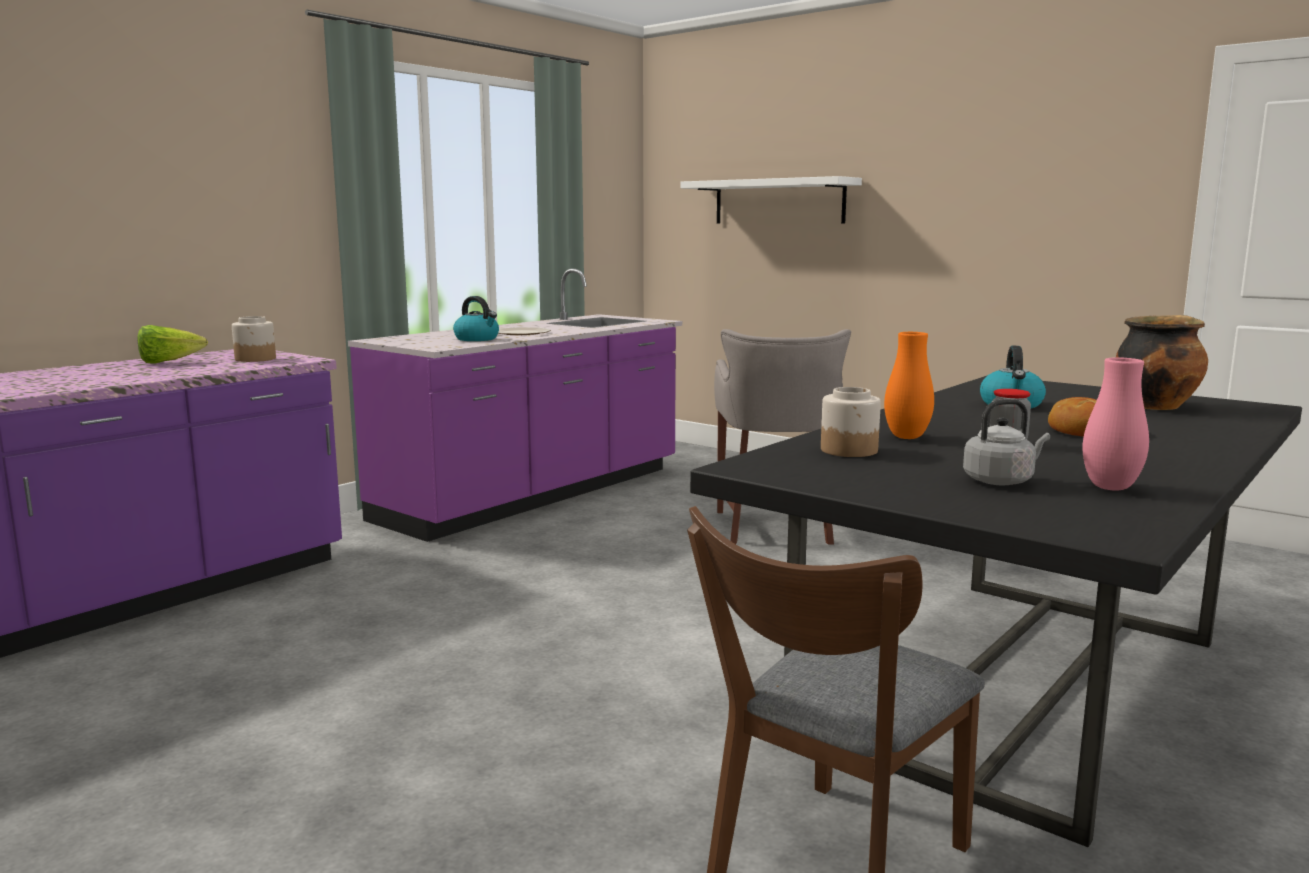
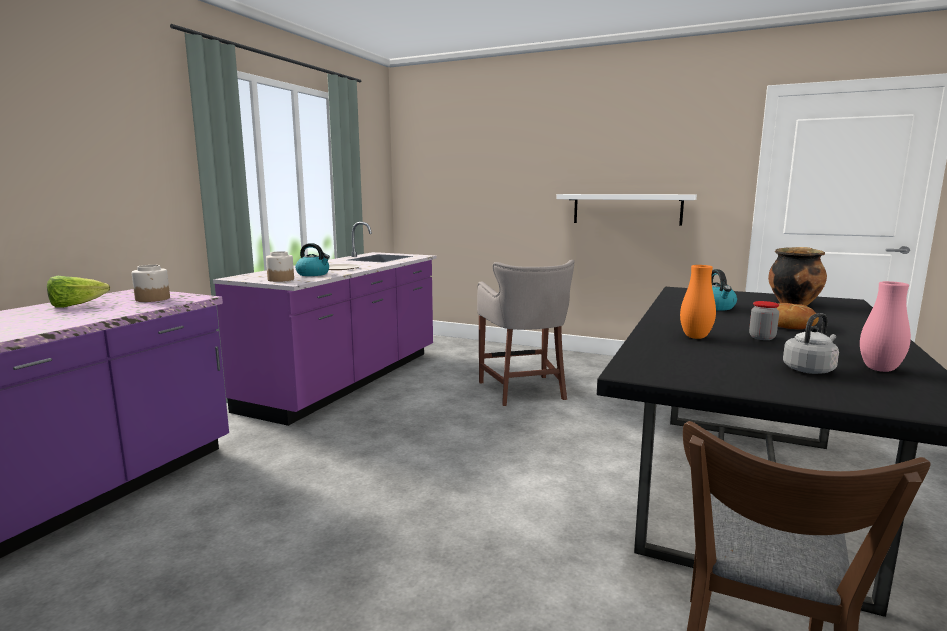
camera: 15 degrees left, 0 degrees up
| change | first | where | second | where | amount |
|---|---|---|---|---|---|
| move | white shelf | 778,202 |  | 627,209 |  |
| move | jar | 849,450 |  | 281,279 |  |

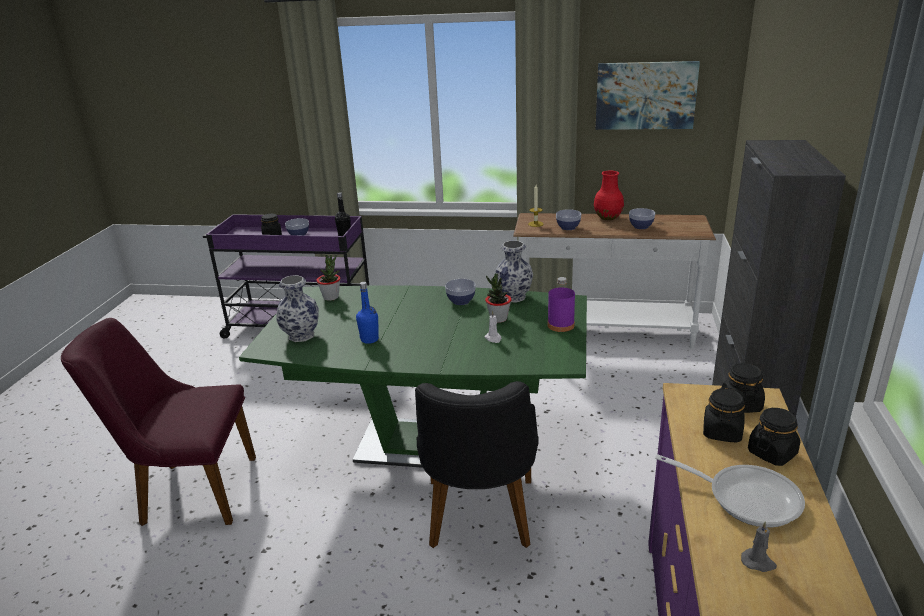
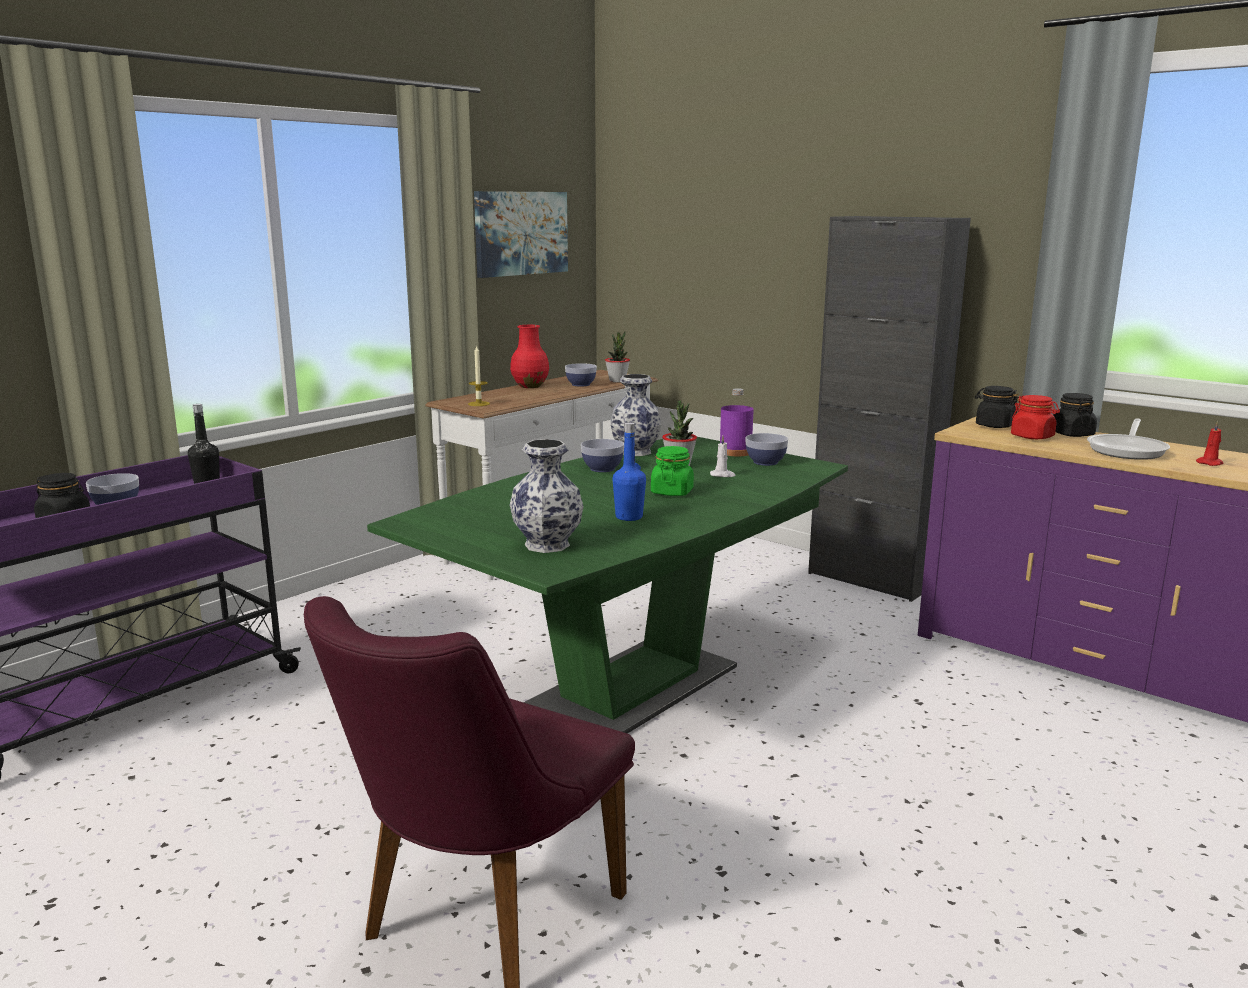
camera: 60 degrees left, 10 degrees down
| change | first | where | second | where | amount |
|---|---|---|---|---|---|
| move | potted plant | 331,297 |  | 617,381 |  |
| delete | black chair | 479,520 |  |  |  |
| move | bowl | 568,227 |  | 765,462 |  |
| rotate | frying pan | 745,497 |  | 1128,450 | 150 degrees clockwise |
| recolor | black jar | 722,432 | red jar | 1032,437 |  |
| recolor | grey candle | 758,562 | red candle | 1210,463 |  |
| insert |  |  | green jar | 672,492 |  |

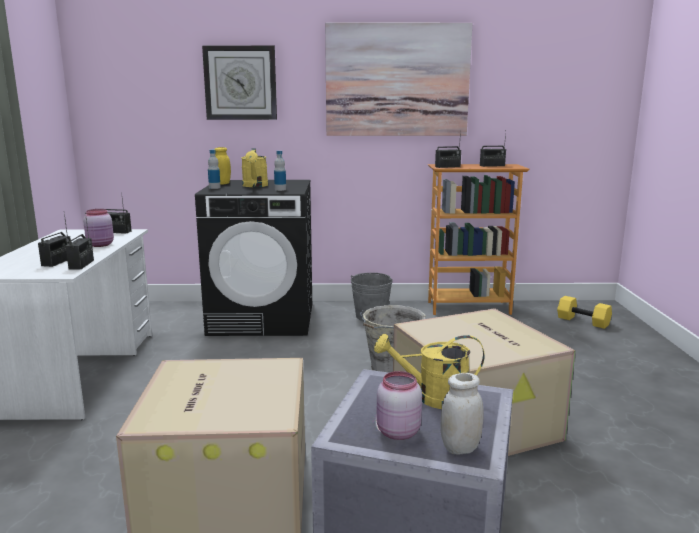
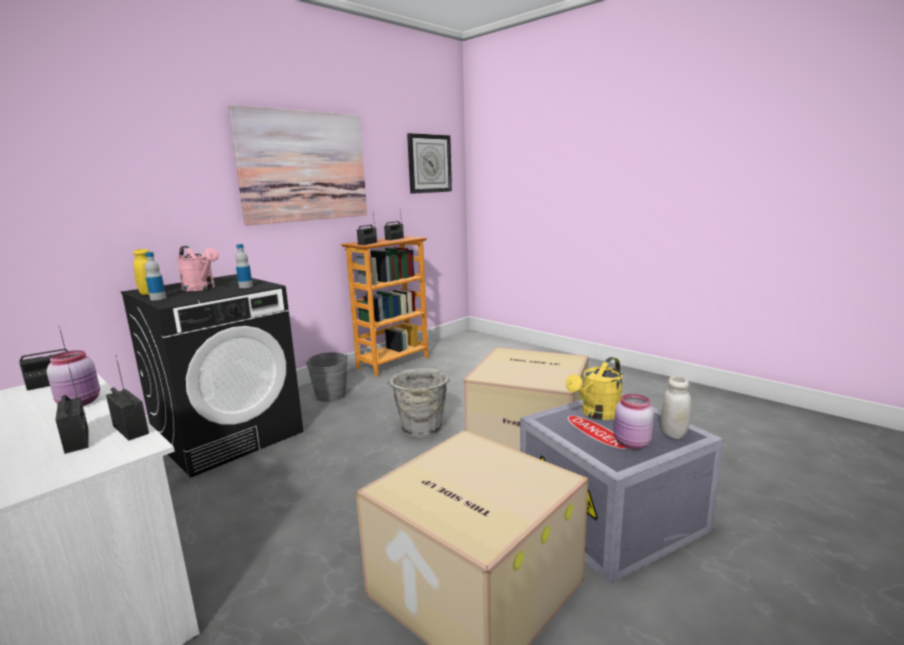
camera: 45 degrees left, 0 degrees up
| change | first | where | second | where | amount |
|---|---|---|---|---|---|
| move | wall clock | 240,83 |  | 429,164 |  |
| recolor | yellow watering can | 255,186 | pink watering can | 202,288 |  |
| delete | yellow dumbbell | 583,321 |  |  |  |

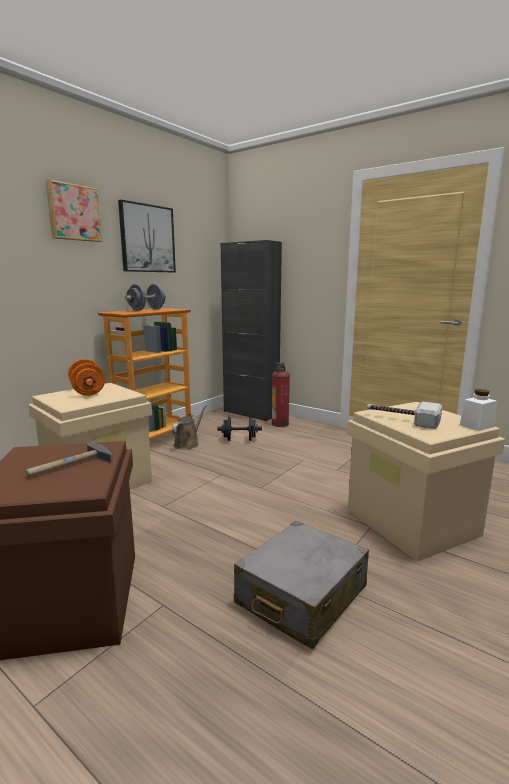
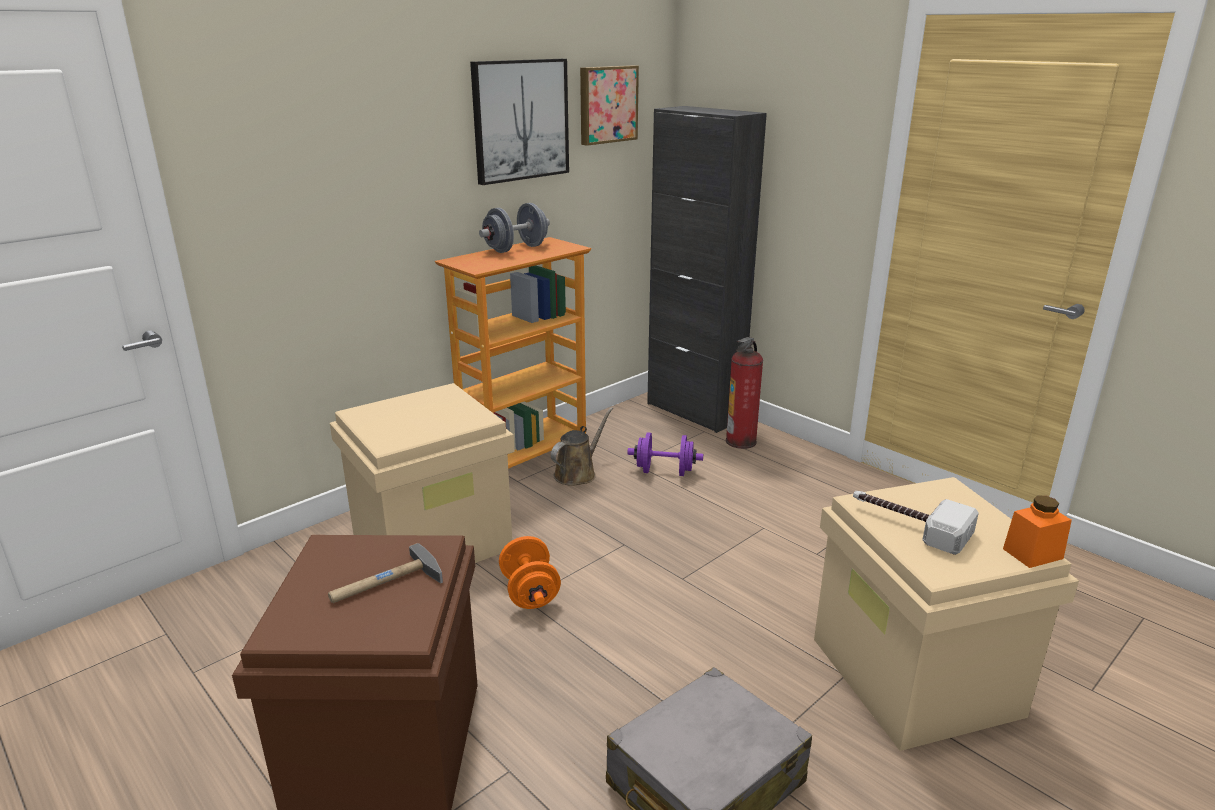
camera: 10 degrees right, 10 degrees up
| change | first | where | second | where | amount |
|---|---|---|---|---|---|
| move | picture | 73,213 |  | 607,104 |  |
| move | orange dumbbell | 87,392 |  | 530,593 |  |
| recolor | black dumbbell | 239,439 | purple dumbbell | 664,472 |  |
| recolor | white jar | 477,425 | orange jar | 1032,553 |  |

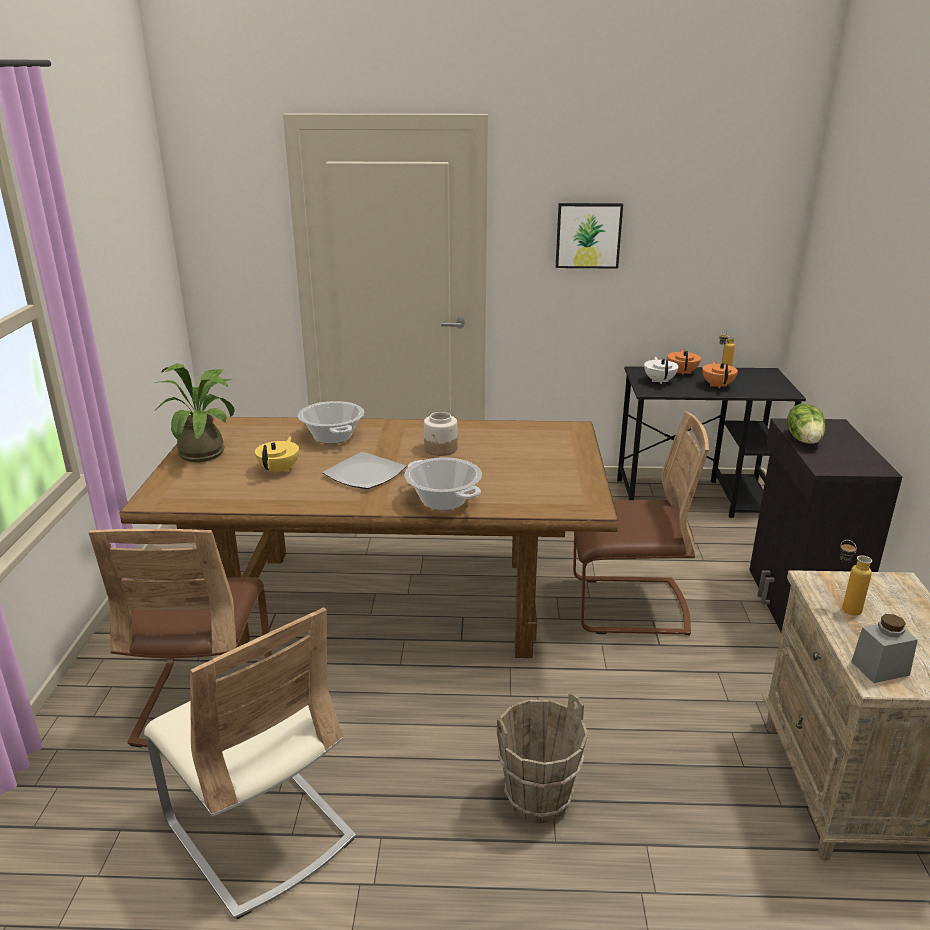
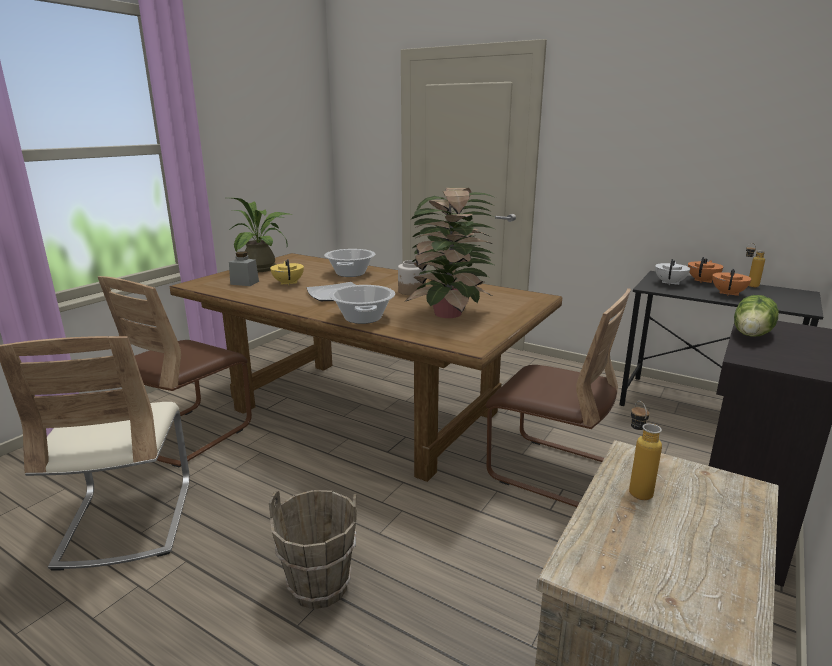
camera: 30 degrees right, 5 degrees down
| change | first | where | second | where | amount |
|---|---|---|---|---|---|
| rotate | yellow teapot | 280,470 |  | 288,283 | 60 degrees counterclockwise |
| delete | picture | 588,235 |  |  |  |
| move | grey jar | 880,668 |  | 244,283 |  |
| insert |  |  | potted plant | 449,315 |  |

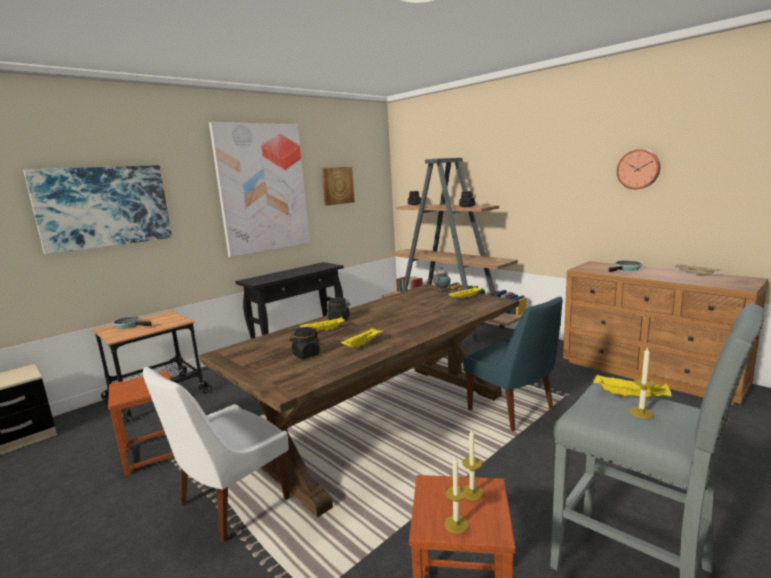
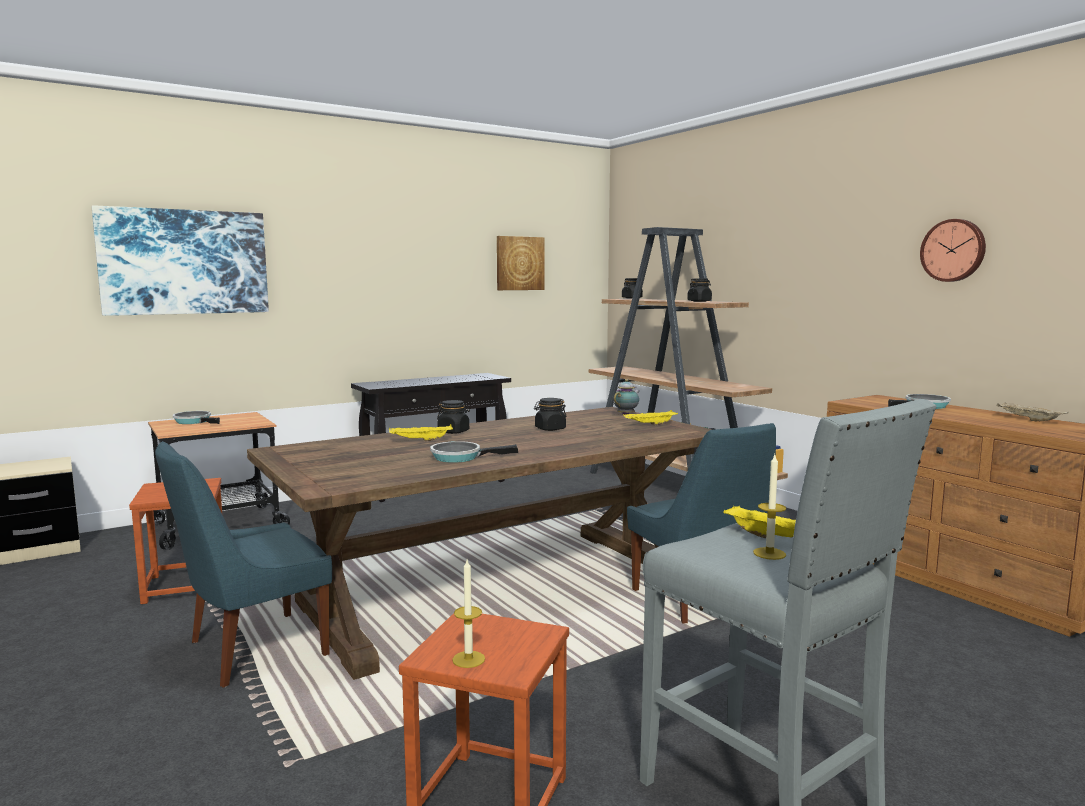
camera: 10 degrees right, 5 degrees down
| change | first | where | second | where | amount |
|---|---|---|---|---|---|
| recolor | white chair | 230,503 | blue chair | 252,650 |  |
| delete | picture | 263,188 |  |  |  |
| move | black jar | 306,355 |  | 550,429 |  |
| replace | yellow tray | 363,344 | frying pan | 460,457 |  |
| delete | candle | 472,492 |  |  |  |

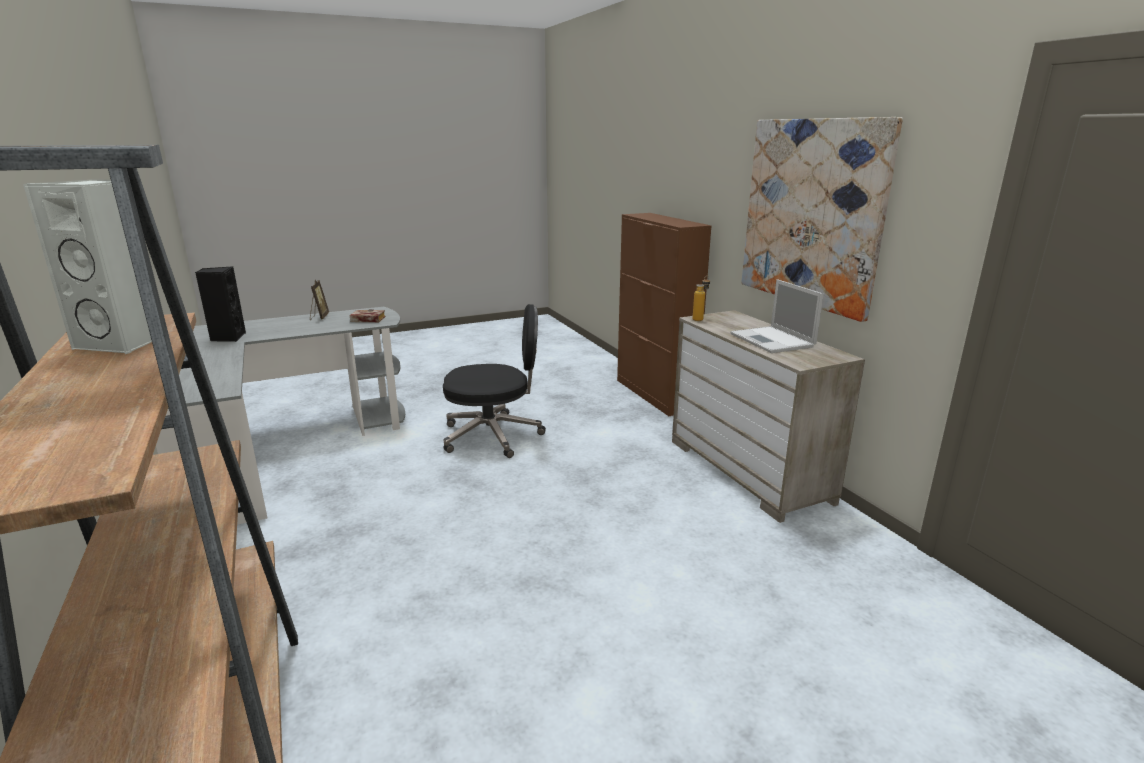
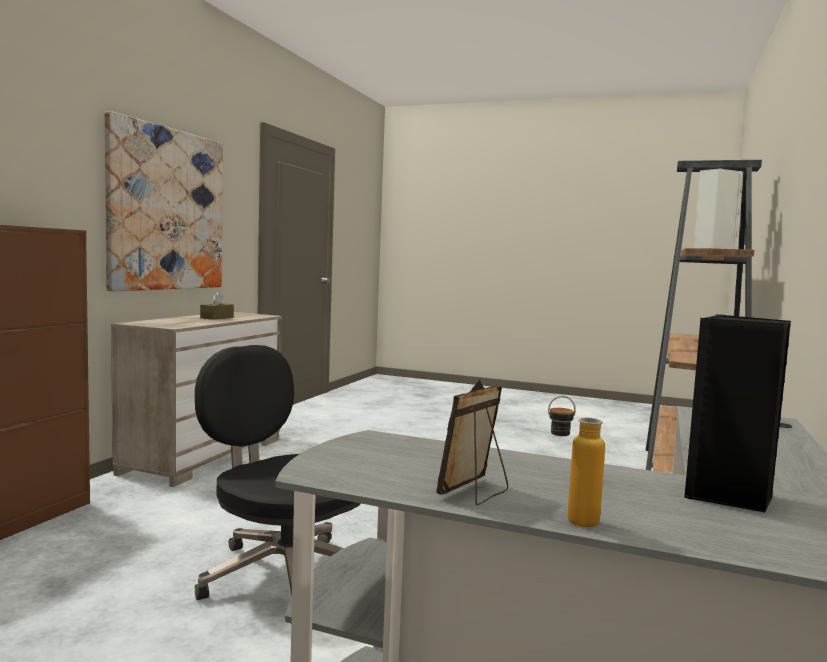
camera: 135 degrees left, 15 degrees down
| change | first | where | second | where | amount |
|---|---|---|---|---|---|
| delete | book | 366,320 |  |  |  |
| move | bottle | 700,319 |  | 569,521 |  |
| replace | laptop | 773,341 | brown tissue box | 217,317 |  |

